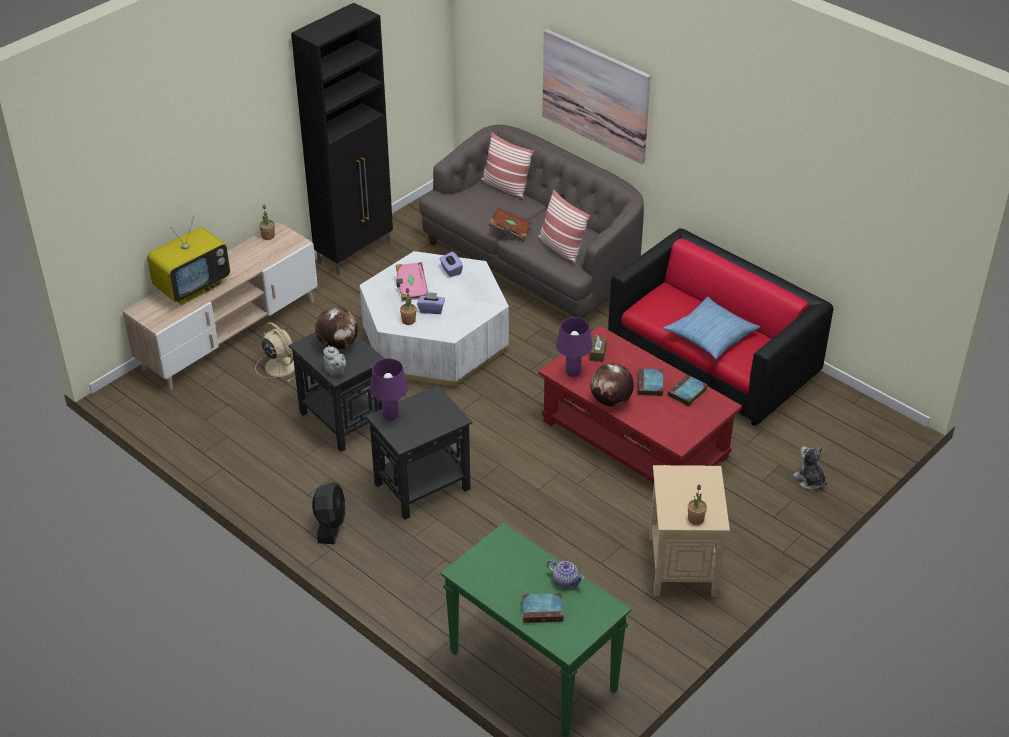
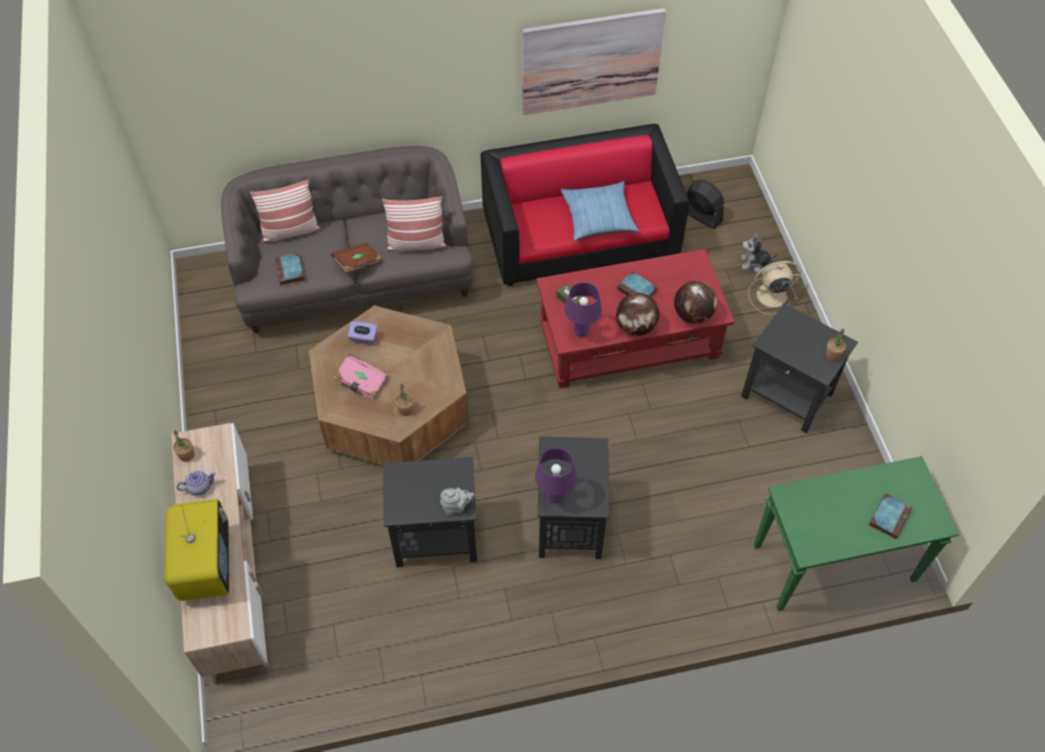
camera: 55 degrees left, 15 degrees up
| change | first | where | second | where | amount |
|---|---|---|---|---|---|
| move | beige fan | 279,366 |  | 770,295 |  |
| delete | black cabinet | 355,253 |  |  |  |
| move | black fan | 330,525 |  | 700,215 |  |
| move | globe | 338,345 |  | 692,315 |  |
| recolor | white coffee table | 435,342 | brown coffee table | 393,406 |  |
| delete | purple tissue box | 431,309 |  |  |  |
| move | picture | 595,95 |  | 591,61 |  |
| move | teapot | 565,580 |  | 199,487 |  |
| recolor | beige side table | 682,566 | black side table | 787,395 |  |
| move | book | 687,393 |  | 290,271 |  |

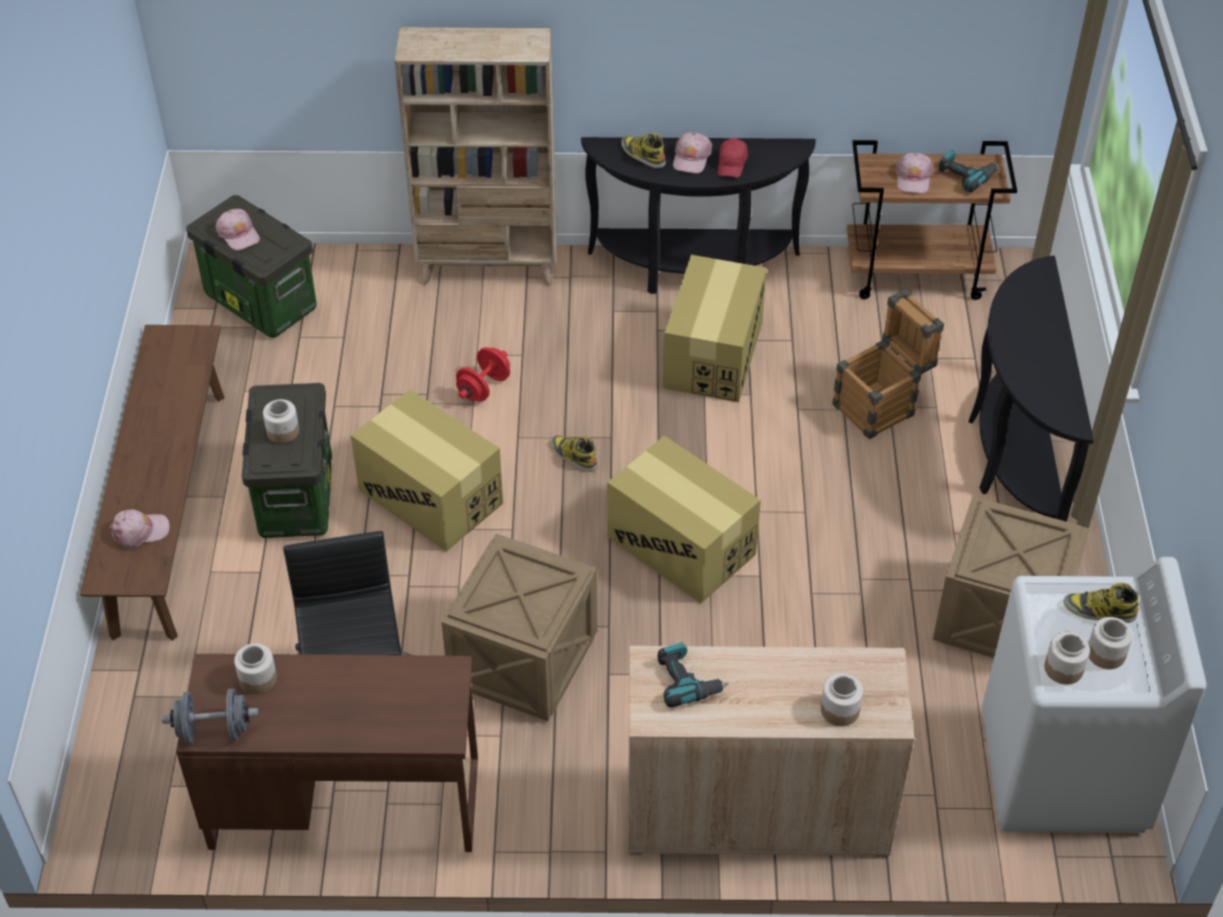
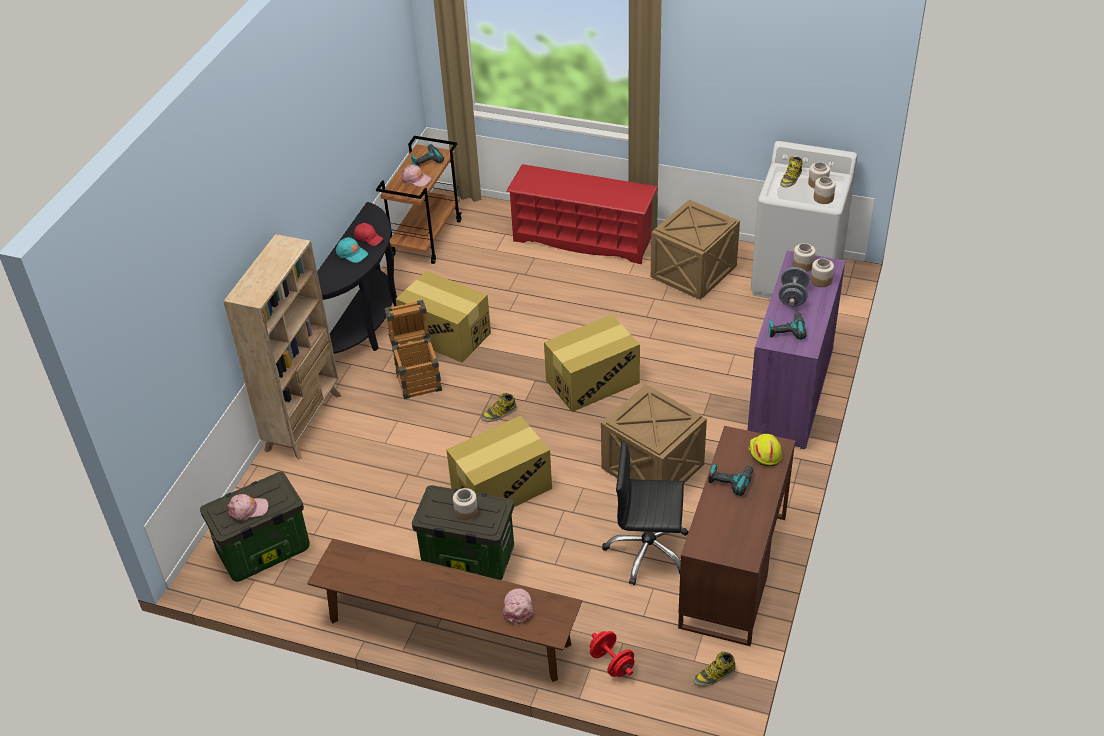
camera: 70 degrees left, 5 degrees down
| change | first | where | second | where | amount |
|---|---|---|---|---|---|
| move | grey dumbbell | 214,730 |  | 793,297 |  |
| move | jar | 258,678 |  | 802,265 |  |
| move | red dumbbell | 484,387 |  | 612,663 |  |
| move | boot | 642,155 |  | 714,675 |  |
| recolor | beige cabinet | 756,811 | purple cabinet | 790,393 |  |
| recolor | pink cap | 691,158 | turquoise cap | 351,253 |  |
| move | crate | 881,406 |  | 418,377 |  |
| replace | black console table | 1012,454 | red shoe rack | 583,239 |  |
| insert |  |  | power drill | 730,480 |  |
| insert |  |  | yellow hard hat | 764,453 |  |

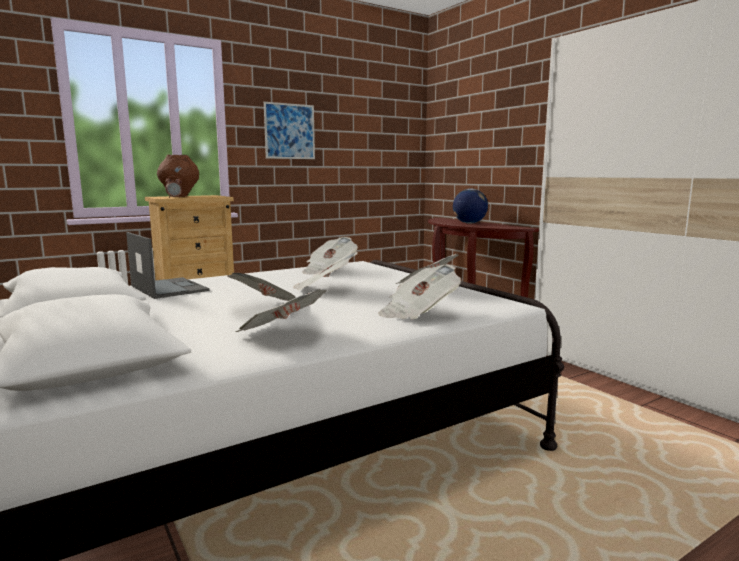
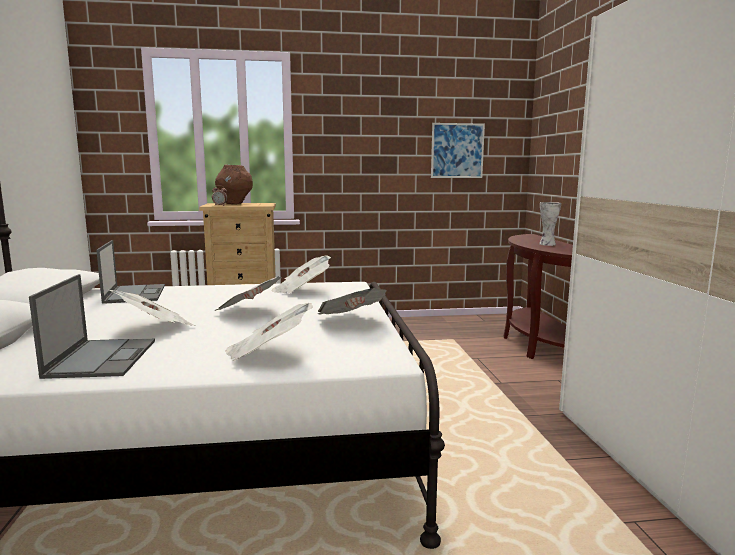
camera: 25 degrees right, 0 degrees up
| change | first | where | second | where | amount |
|---|---|---|---|---|---|
| replace | newspaper | 281,335 | laptop | 102,358 |  |
| move | picture | 289,131 |  | 457,150 |  |
| replace | globe | 469,223 | vase | 546,244 |  |

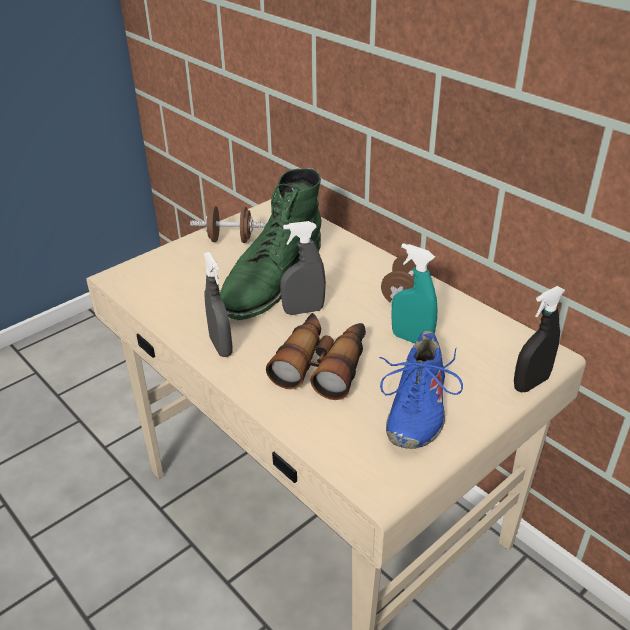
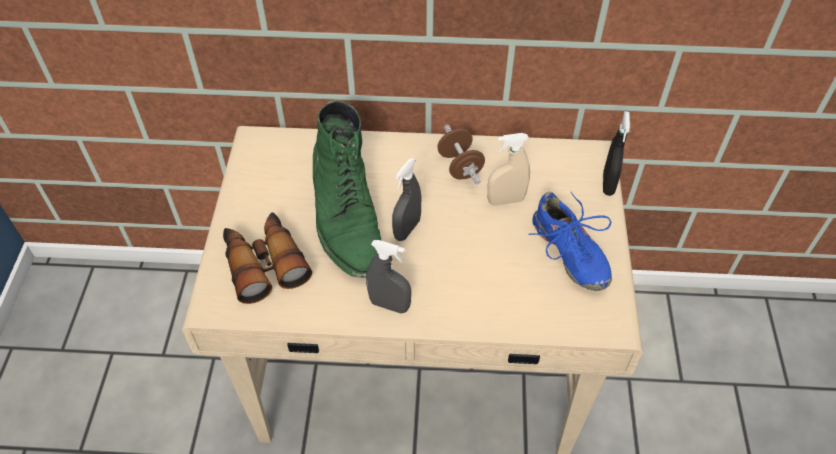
camera: 45 degrees left, 15 degrees up
| change | first | where | second | where | amount |
|---|---|---|---|---|---|
| delete | brown dumbbell | 230,240 |  |  |  |
| move | binoculars | 322,364 |  | 264,263 |  |
| recolor | turquoise spray bottle | 411,339 | beige spray bottle | 505,200 |  |

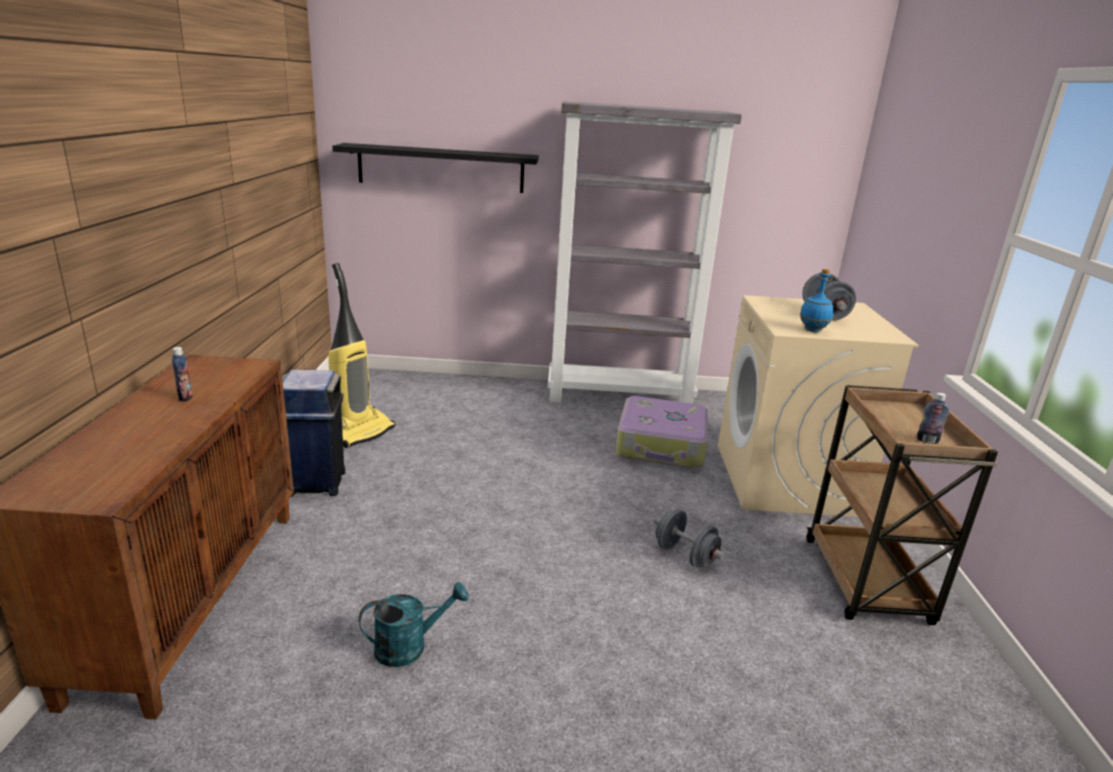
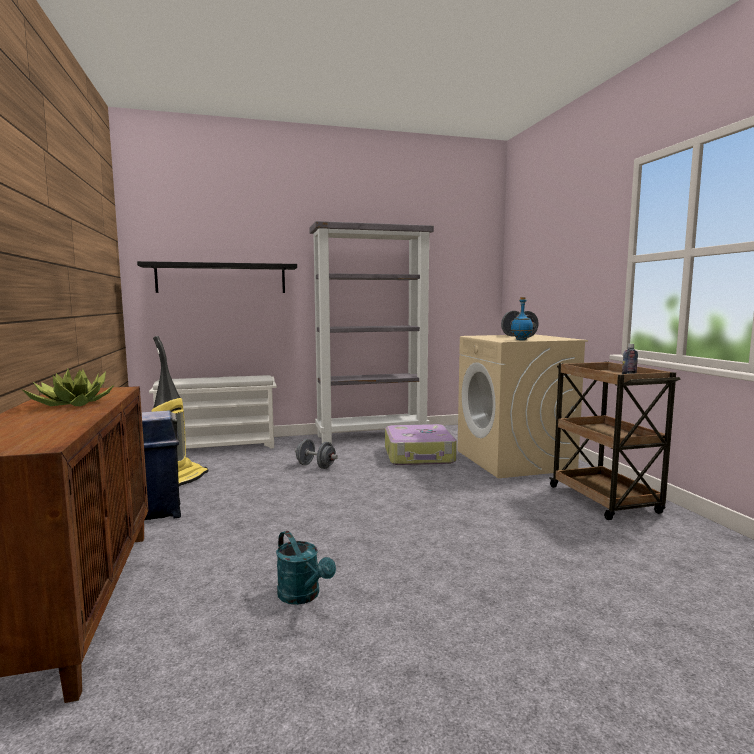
camera: 15 degrees left, 15 degrees down
| change | first | where | second | where | amount |
|---|---|---|---|---|---|
| replace | bottle | 185,397 | potted plant | 71,403 |  |
| rotate | turquoise watering can | 410,646 |  | 303,596 | 90 degrees clockwise |
| move | grey dumbbell | 685,555 |  | 316,466 |  |
| insert |  |  | white shoe rack | 219,447 |  |

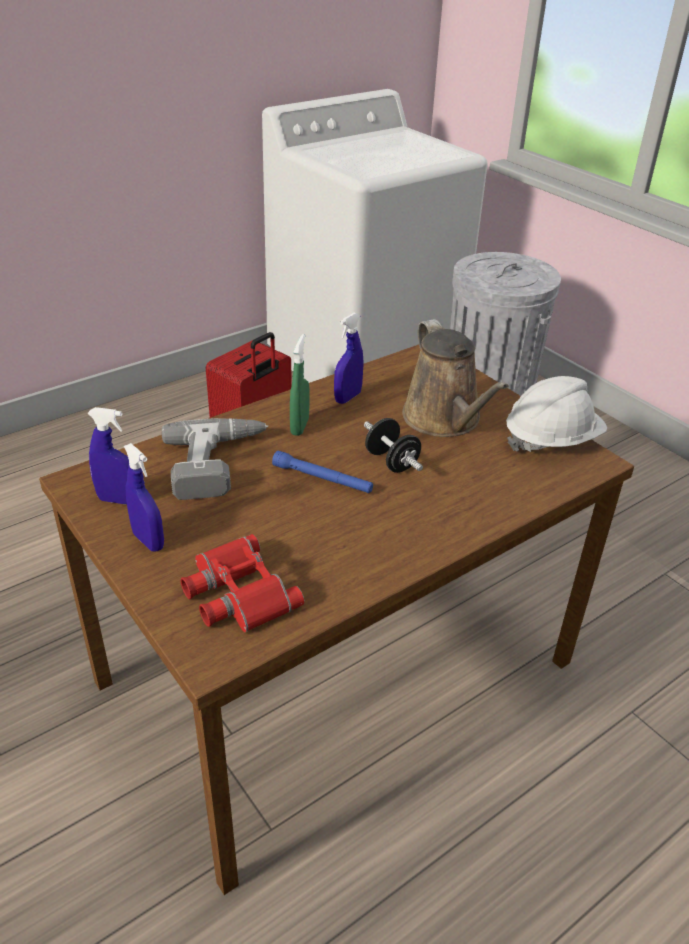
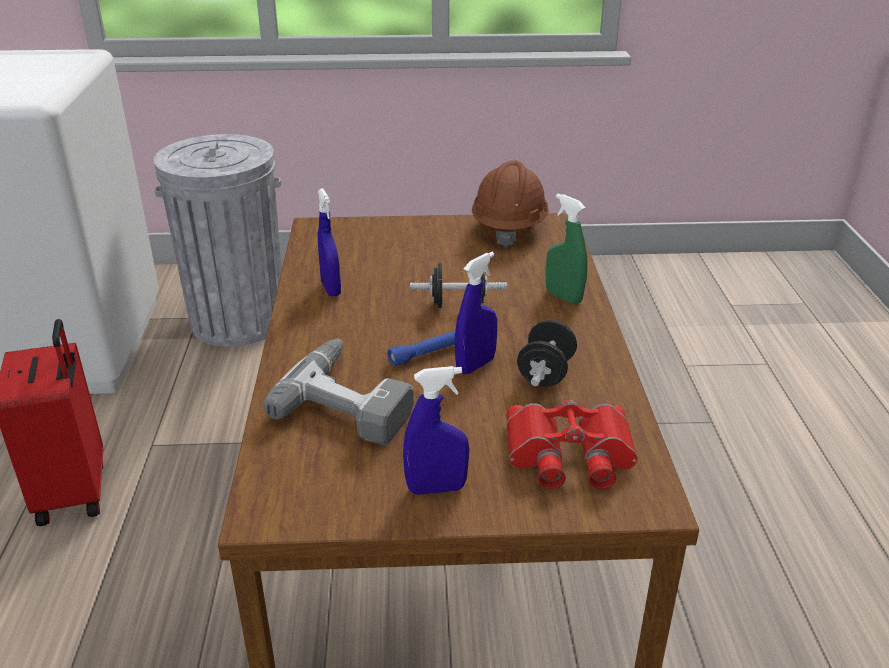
camera: 55 degrees left, 5 degrees down
| change | first | where | second | where | amount |
|---|---|---|---|---|---|
| move | blue spray bottle | 119,500 |  | 475,365 |  |
| move | green spray bottle | 299,426 |  | 563,297 |  |
| delete | brown watering can | 445,420 |  |  |  |
| recolor | white hard hat | 551,440 | brown hard hat | 509,227 |  |
| insert |  |  | black dumbbell | 545,373 |  |

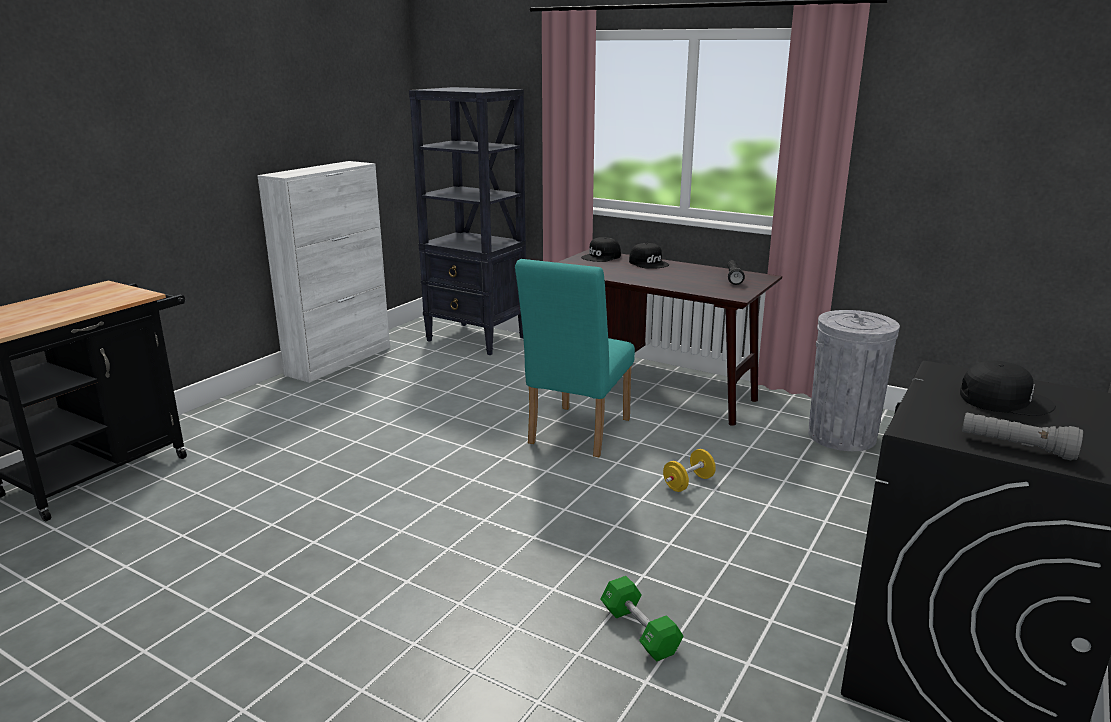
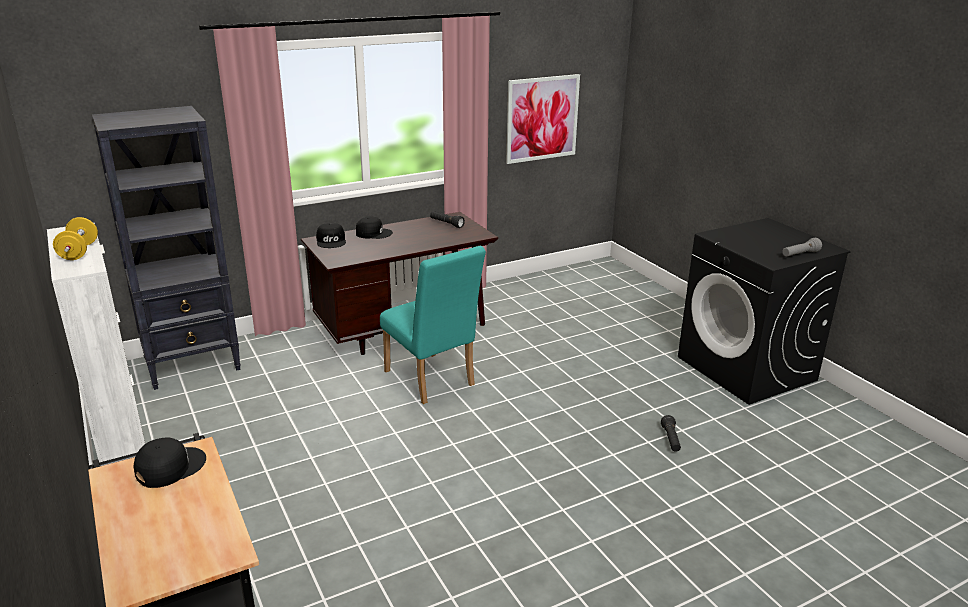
camera: 60 degrees left, 5 degrees up
| change | first | where | second | where | amount |
|---|---|---|---|---|---|
| replace | green dumbbell | 639,631 | black flashlight | 671,439 |  |
| move | yellow dumbbell | 688,483 |  | 79,252 |  |
| delete | grey trash can | 841,436 |  |  |  |
| move | black cap | 1004,400 |  | 170,467 |  |
| insert |  |  | picture | 542,118 |  |

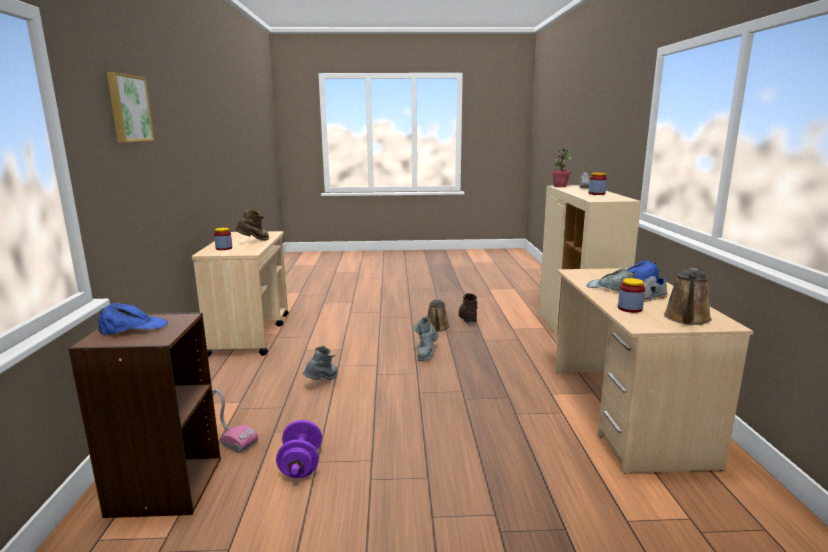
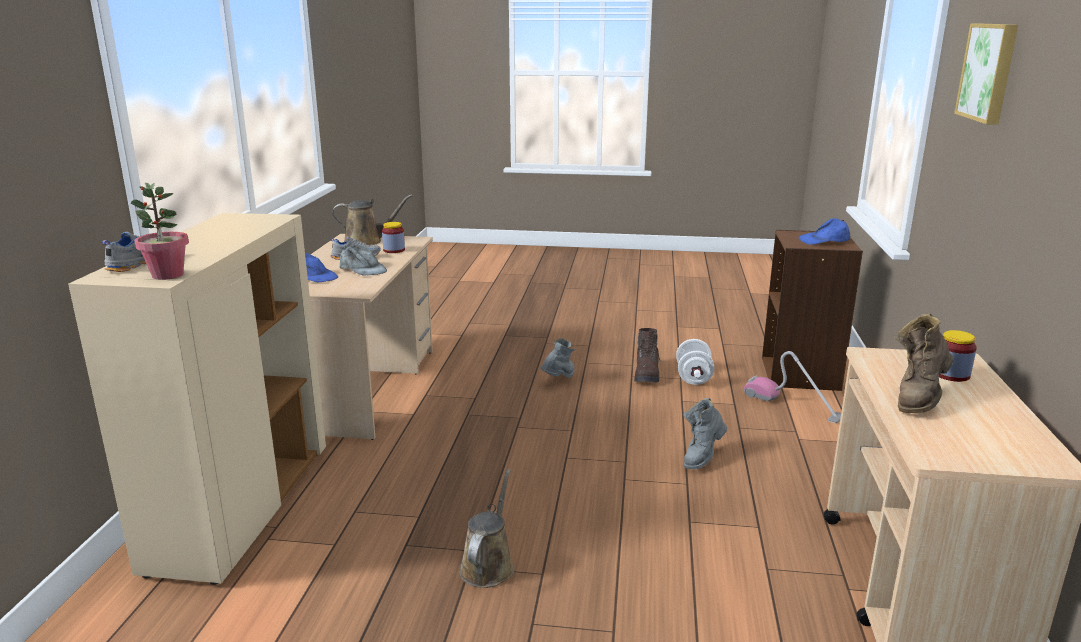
camera: 170 degrees left, 5 degrees up
| change | first | where | second | where | amount |
|---|---|---|---|---|---|
| recolor | purple dumbbell | 301,465 | white dumbbell | 693,377 |  |
| move | grey boot | 426,354 |  | 559,380 |  |
| move | brown boot | 467,318 |  | 646,374 |  |
| delete | jar | 596,194 |  |  |  |
| rotate | brown watering can | 687,319 |  | 367,241 | 45 degrees clockwise |

